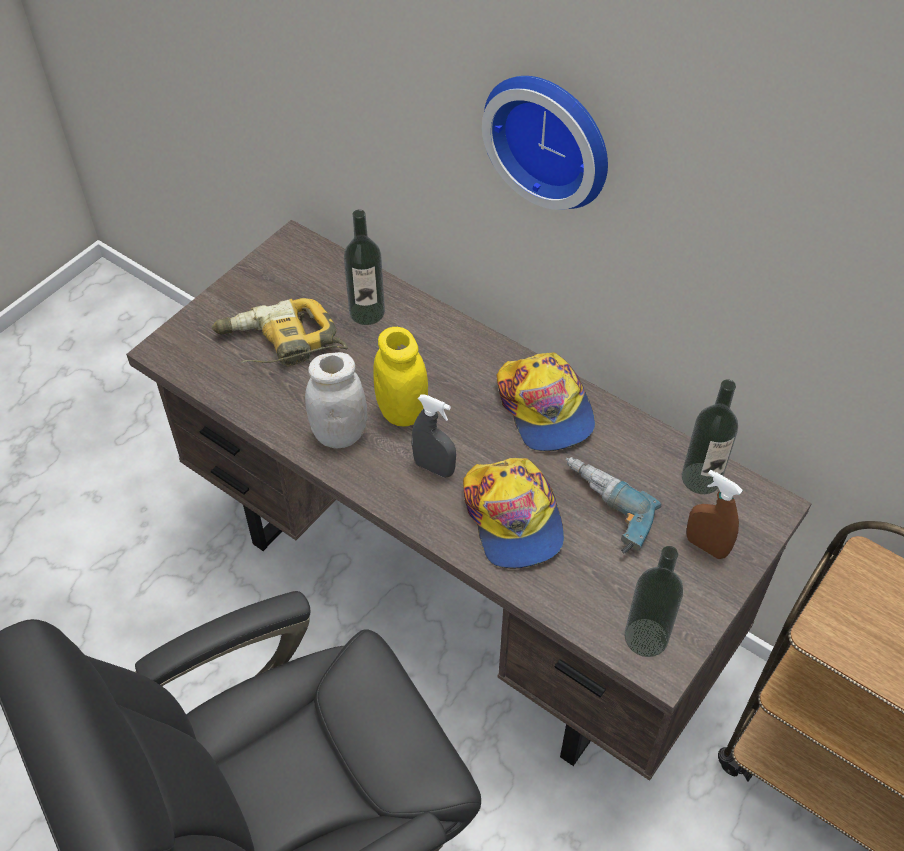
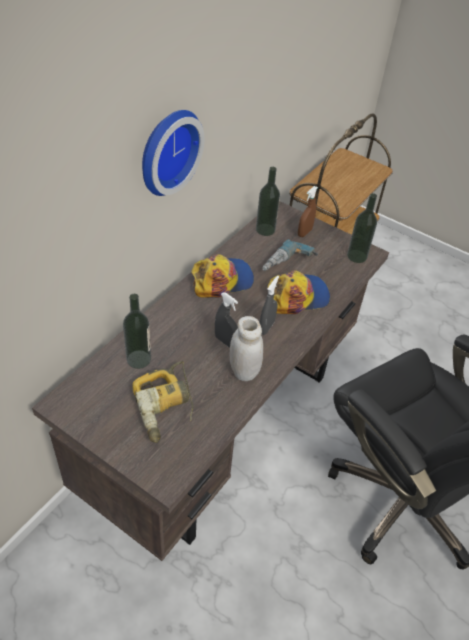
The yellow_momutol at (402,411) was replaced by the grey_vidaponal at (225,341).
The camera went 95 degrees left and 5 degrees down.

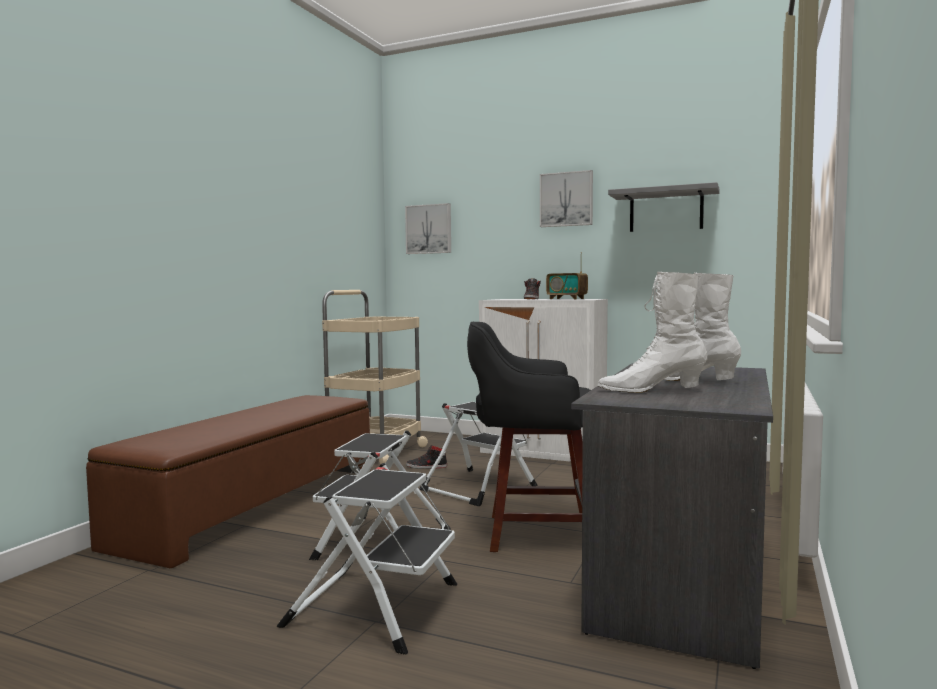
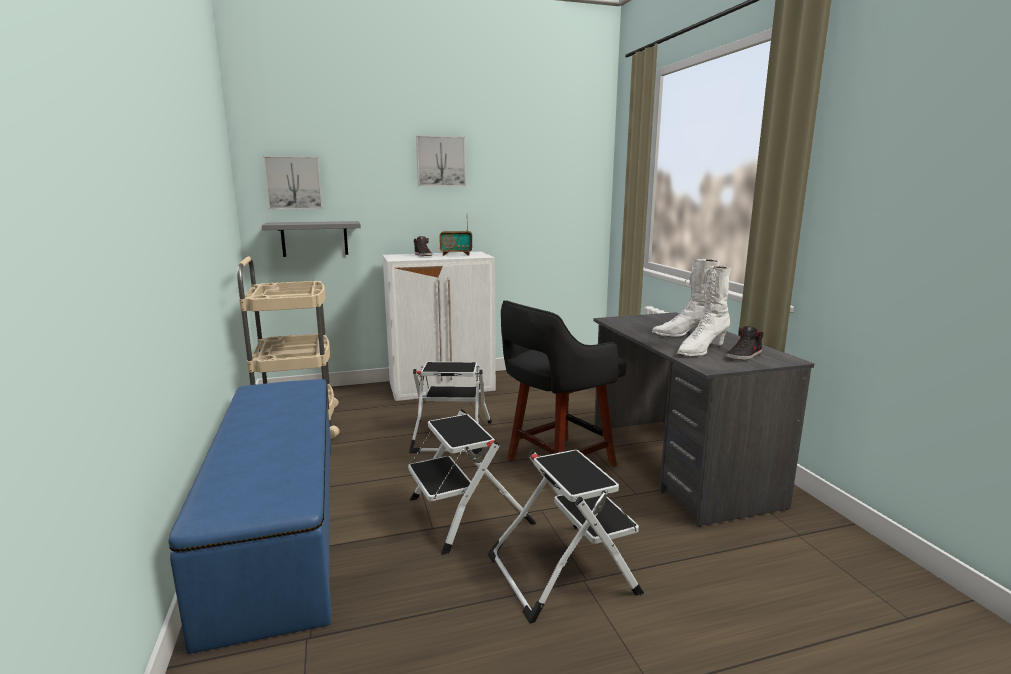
The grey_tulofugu moved from (666,211) to (314,238).
The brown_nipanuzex at (255,503) became the blue_nipanuzex at (278,520).
The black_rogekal moved from (426,467) to (744,356).
The camera went 40 degrees left and 10 degrees up.

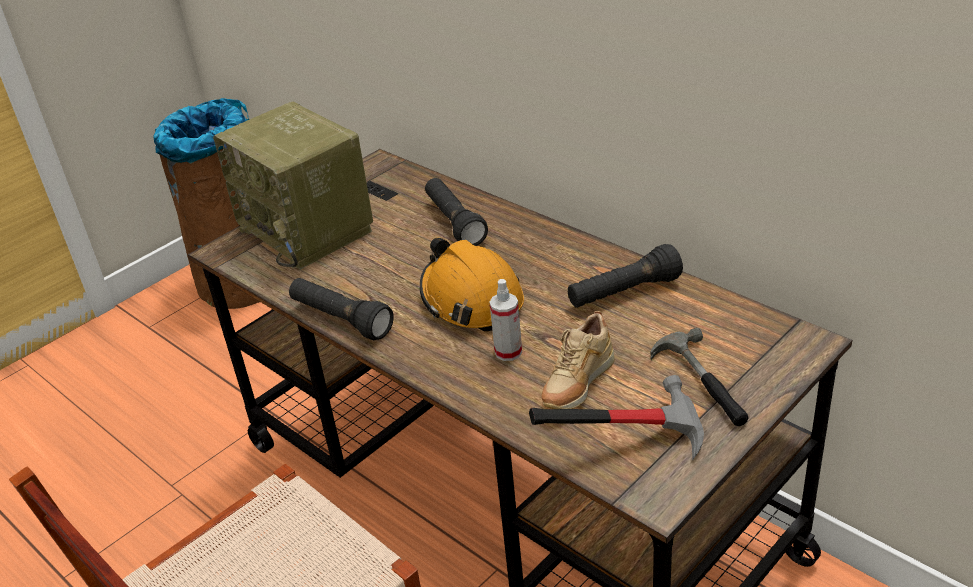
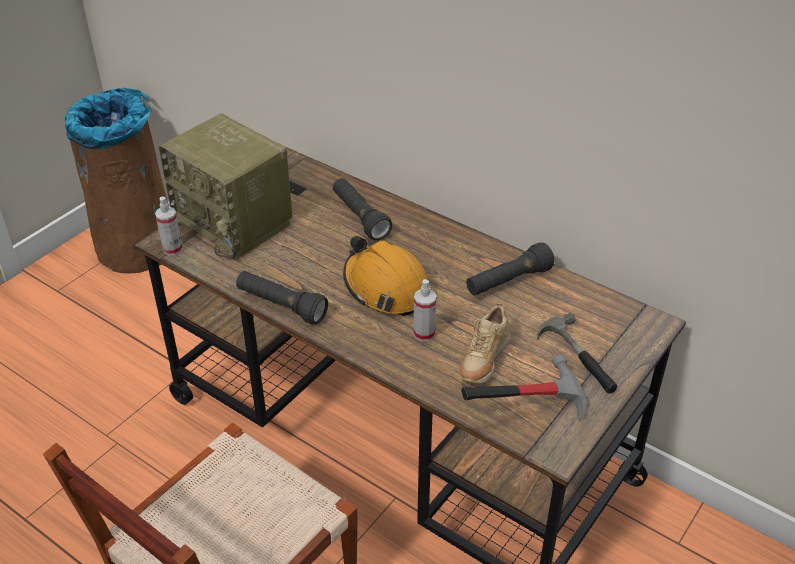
The vidaponal at (172,249) appeared.
The camera went 10 degrees left and 5 degrees up.

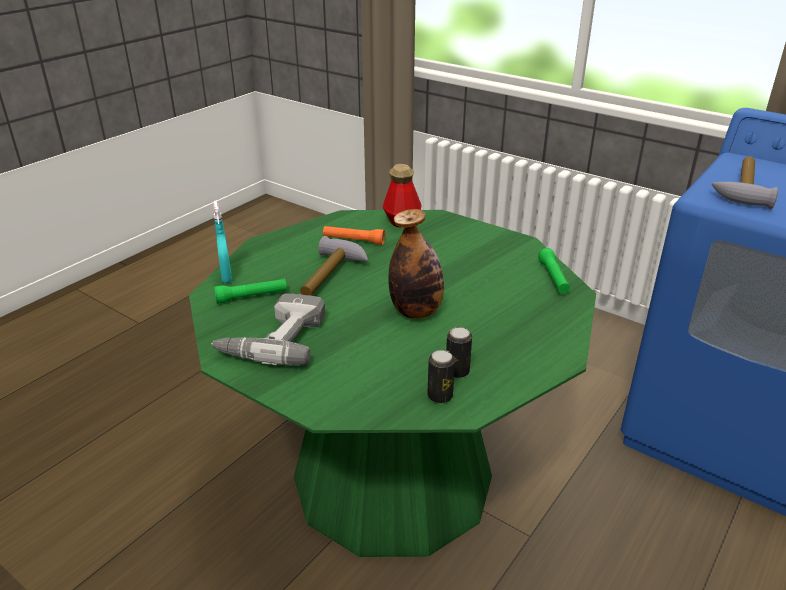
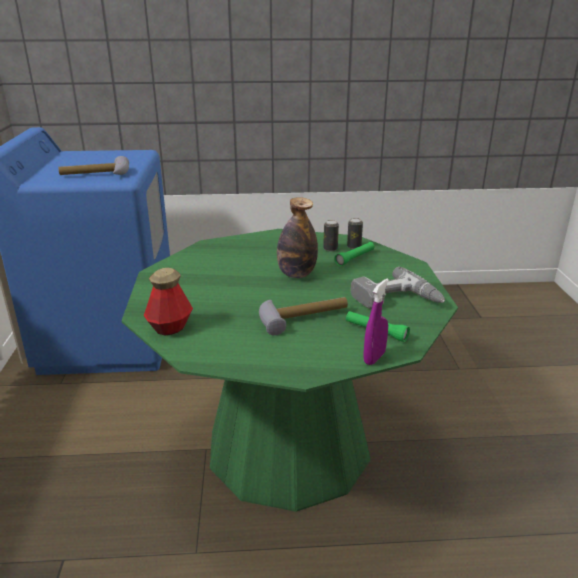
The turquoise_vidaponal at (226,277) became the purple_vidaponal at (374,358).
The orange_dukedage at (353,240) disappeared.
The green_dukedage moved from (553,278) to (355,258).
The camera went 130 degrees left and 5 degrees down.

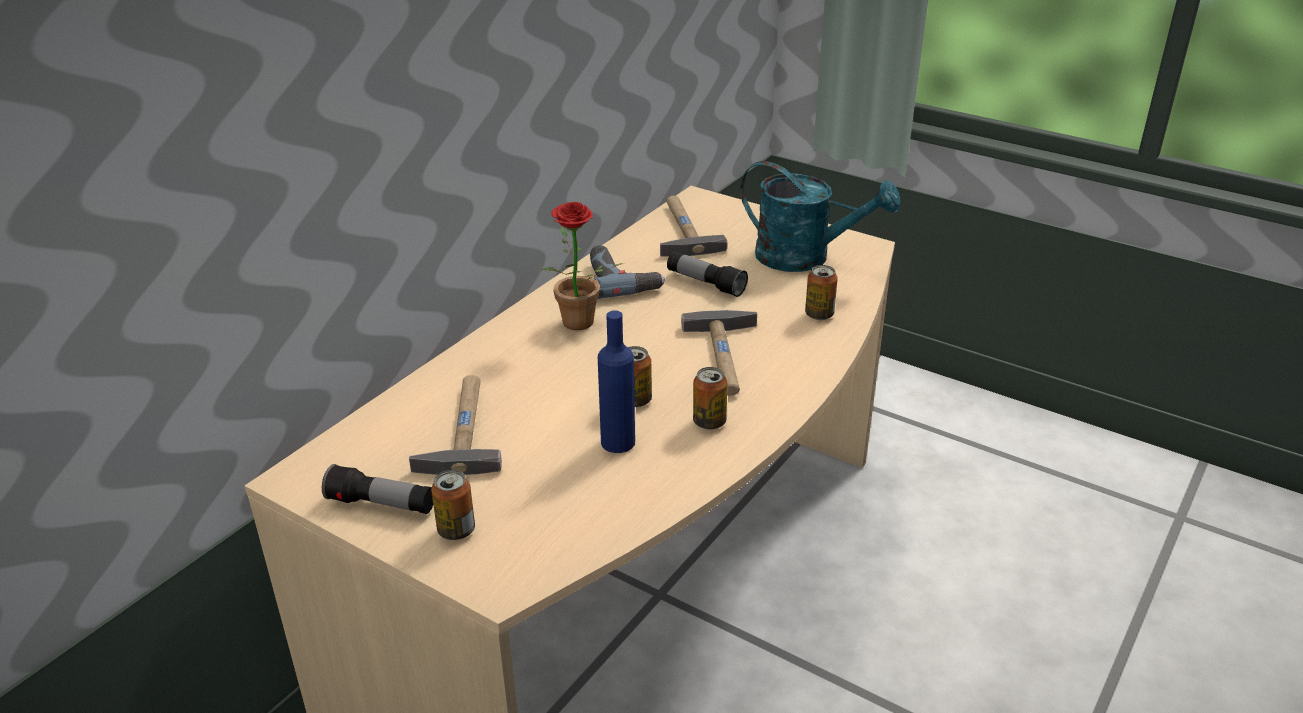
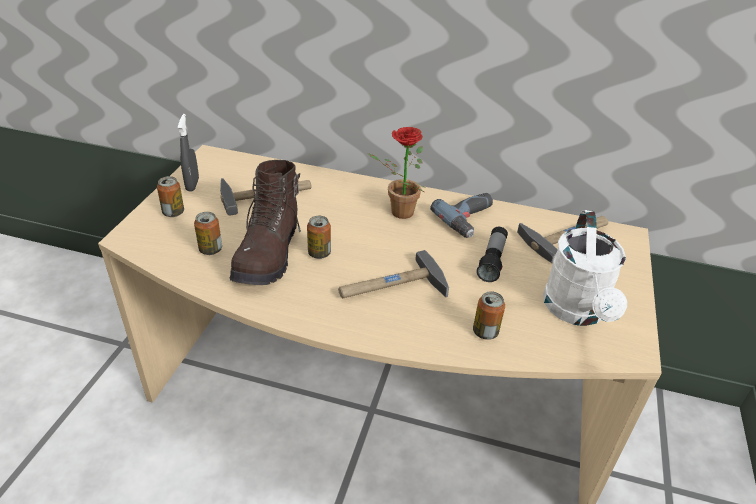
The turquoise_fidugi at (805,258) became the white_fidugi at (577,312).
The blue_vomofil at (618,442) was replaced by the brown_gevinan at (269,254).
The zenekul moved from (709,422) to (210,249).
The dukedage at (381,504) was replaced by the grey_vidaponal at (192,185).
The camera went 70 degrees right and 5 degrees up.

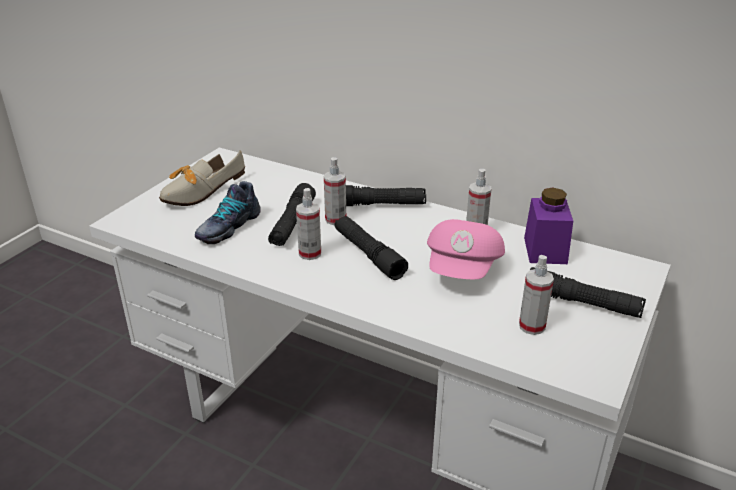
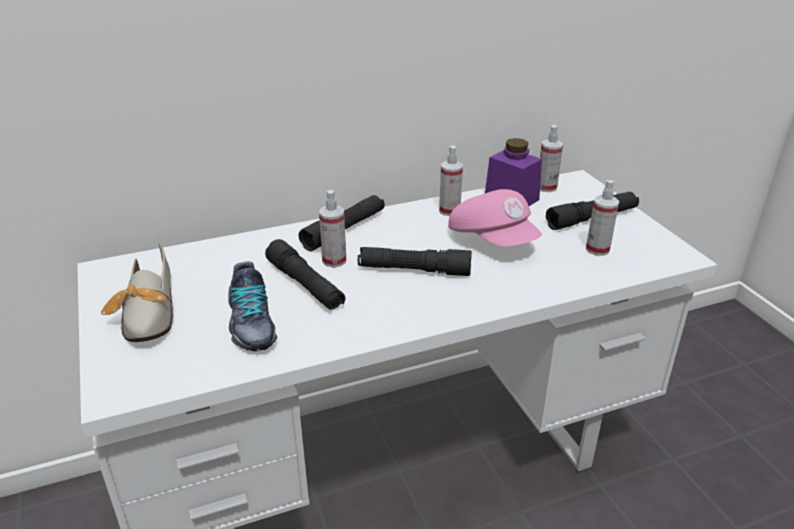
The vidaponal moved from (310,253) to (546,187).
The camera went 50 degrees left and 0 degrees up.

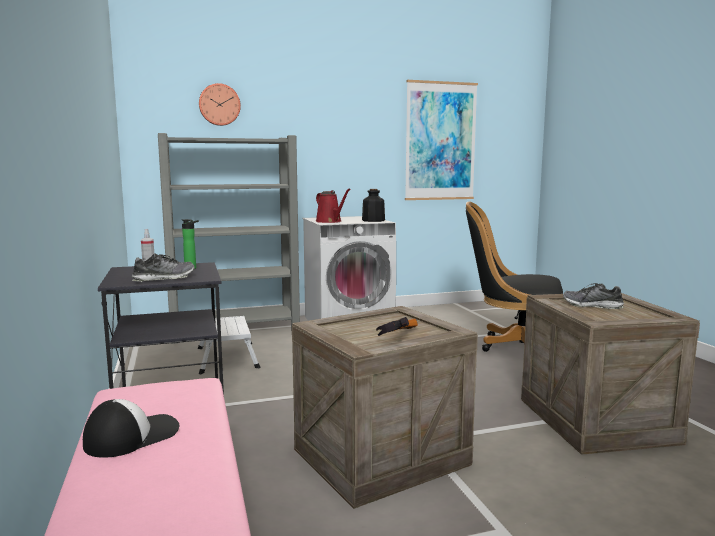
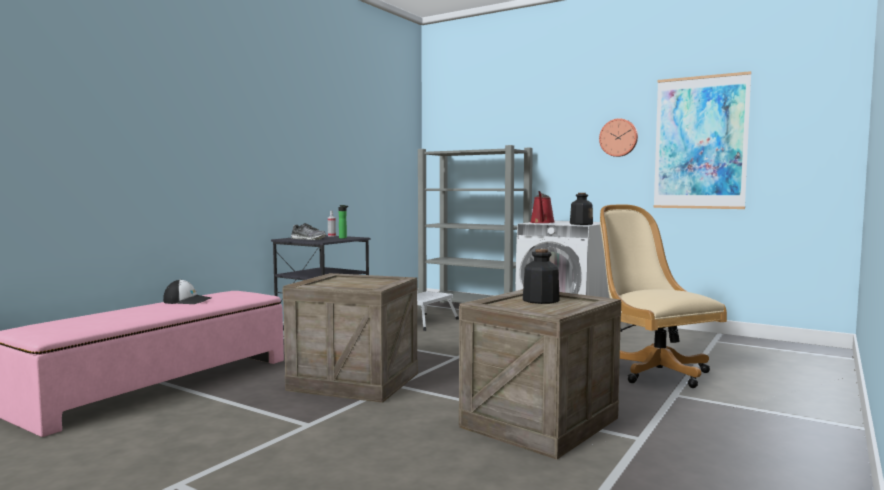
The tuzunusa moved from (219,105) to (618,137).
The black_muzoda at (513,347) became the beige_muzoda at (652,371).
The rogekal at (592,306) was replaced by the vomofil at (540,300).
The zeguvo at (397,337) disappeared.
The camera went 50 degrees right and 5 degrees down.

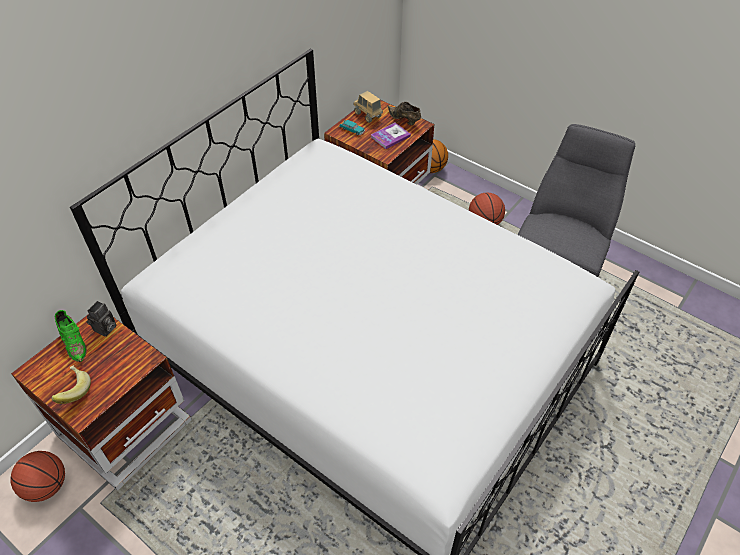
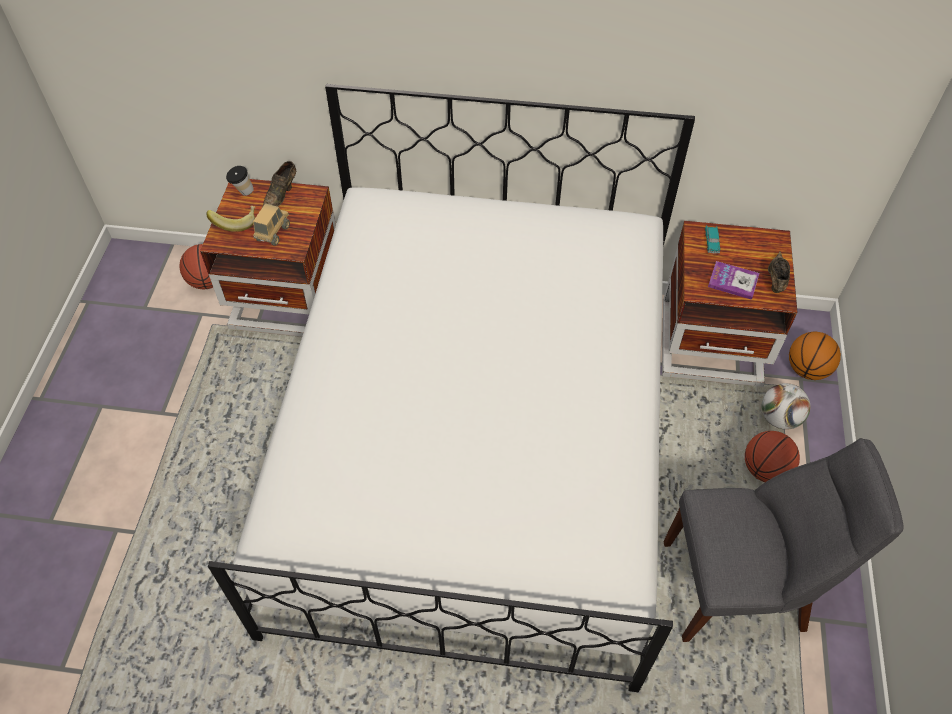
The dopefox moved from (368,115) to (273,234).
The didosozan at (105,329) disappeared.
The green_rogekal at (74,342) became the brown_rogekal at (282,194).
The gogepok at (242,192) appeared.
The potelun at (779,418) appeared.
The camera went 60 degrees right and 5 degrees up.

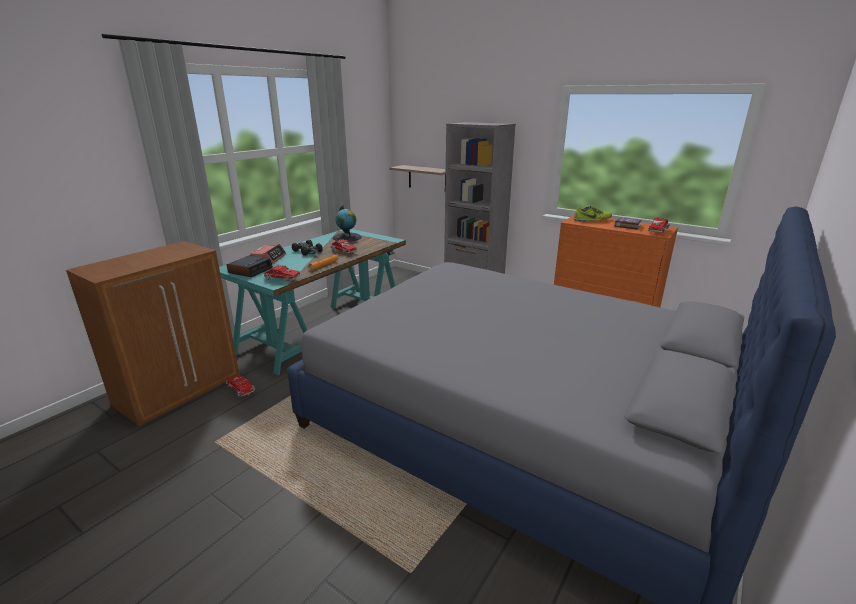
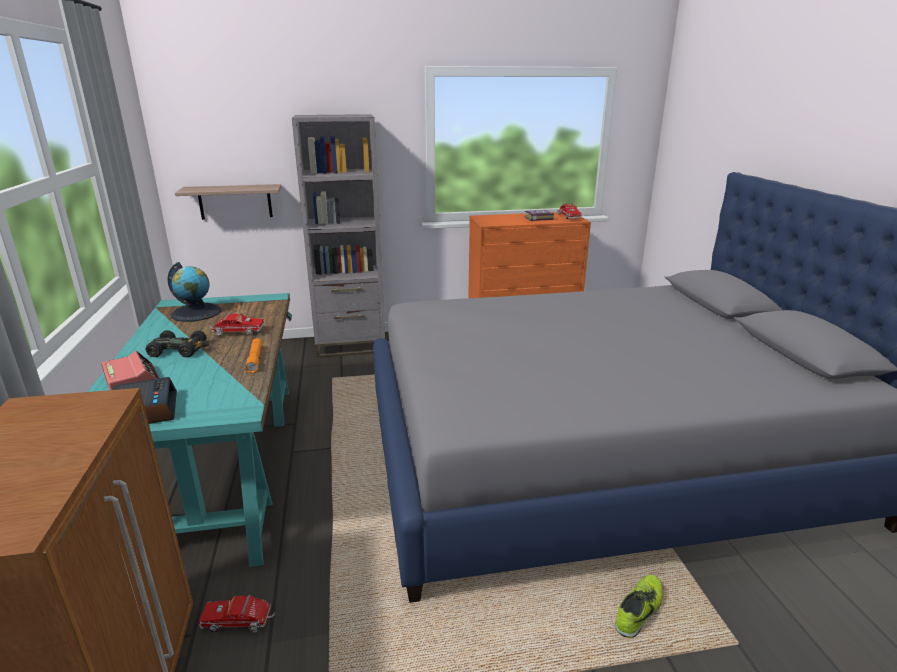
The rogekal moved from (592,220) to (639,610).
The dopefox at (280,279) disappeared.
The camera went 45 degrees left and 0 degrees up.

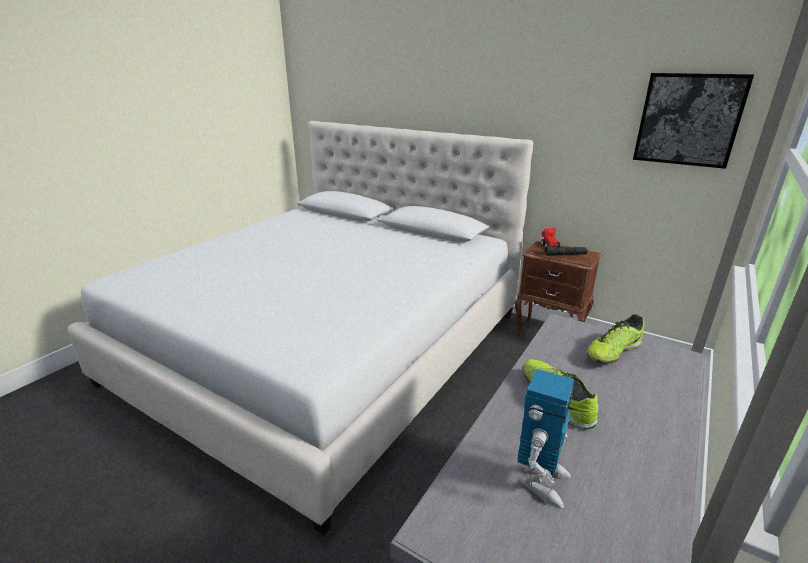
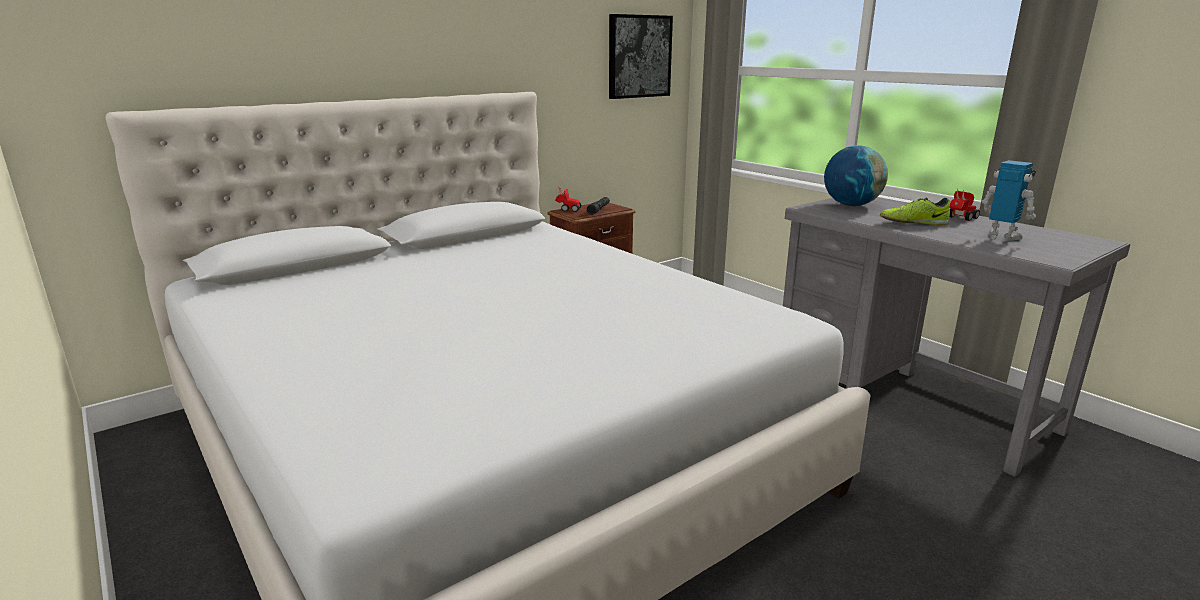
The rogekal at (613,352) was replaced by the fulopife at (851,205).
The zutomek at (960,218) appeared.
The camera went 70 degrees left and 5 degrees down.

